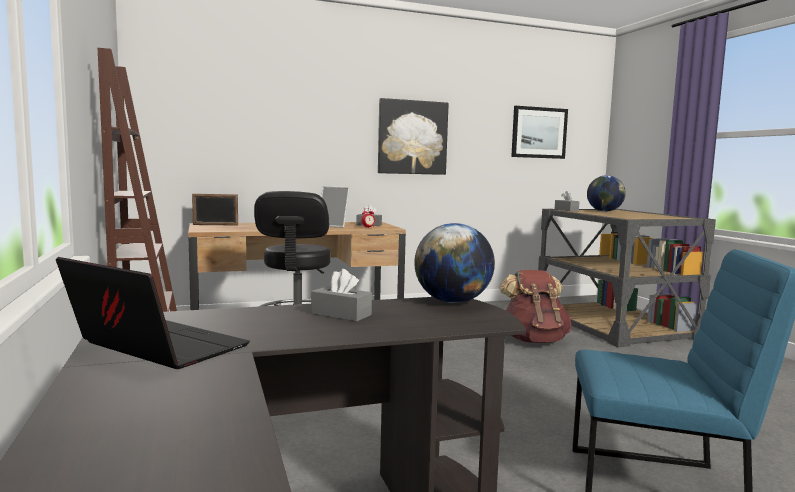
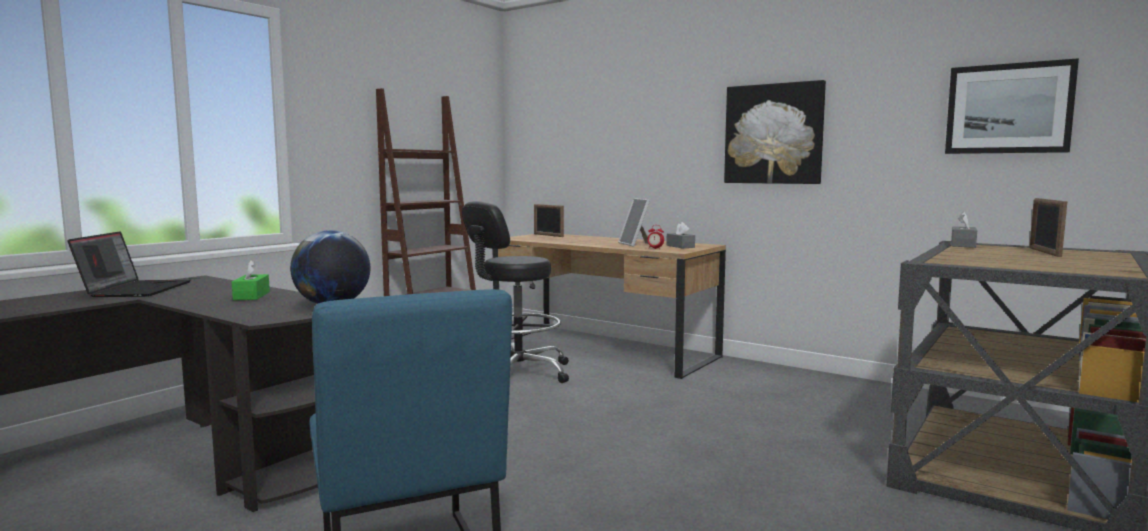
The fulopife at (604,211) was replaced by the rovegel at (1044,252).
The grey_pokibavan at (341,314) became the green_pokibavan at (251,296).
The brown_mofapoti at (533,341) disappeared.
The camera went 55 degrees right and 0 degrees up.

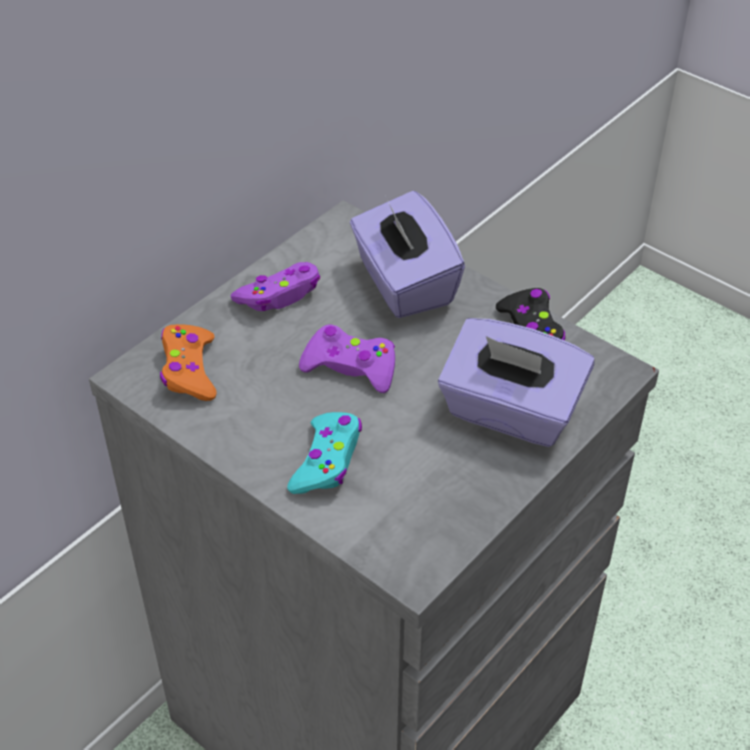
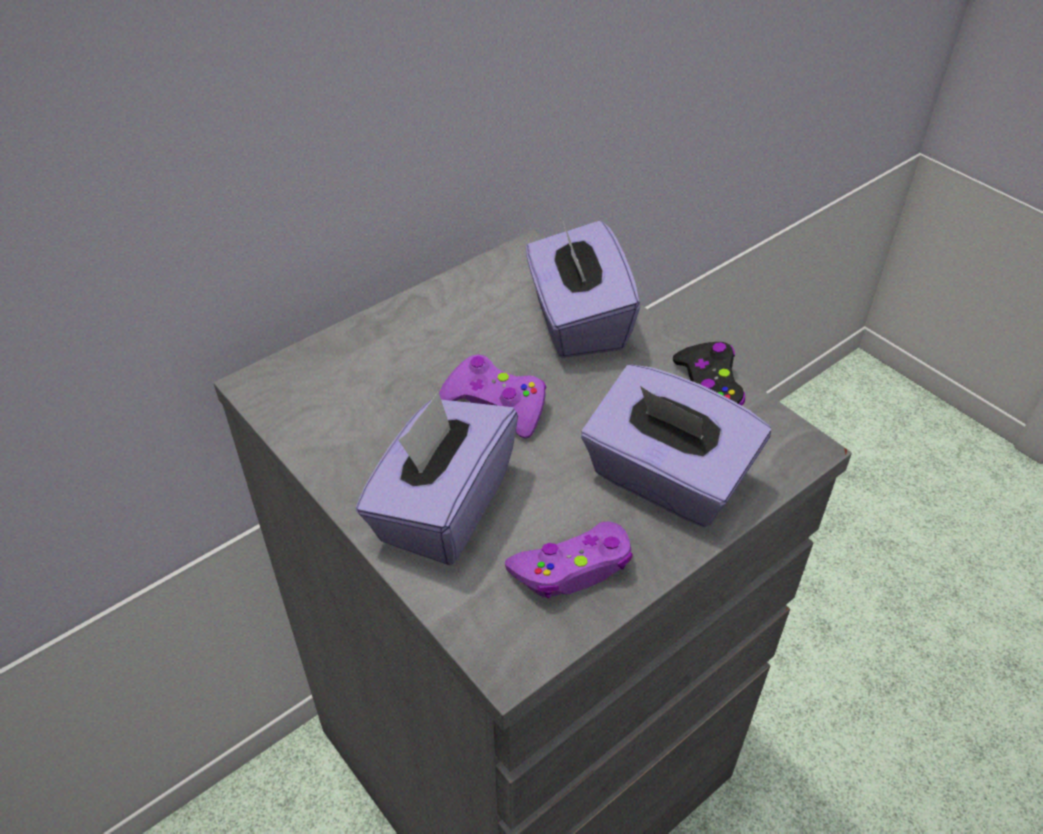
The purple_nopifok moved from (280,295) to (573,569).
The orange_nopifok at (189,370) disappeared.
The turquoise_nopifok at (327,461) was replaced by the purple_pokibavan at (442,508).
The camera went 10 degrees right and 0 degrees up.

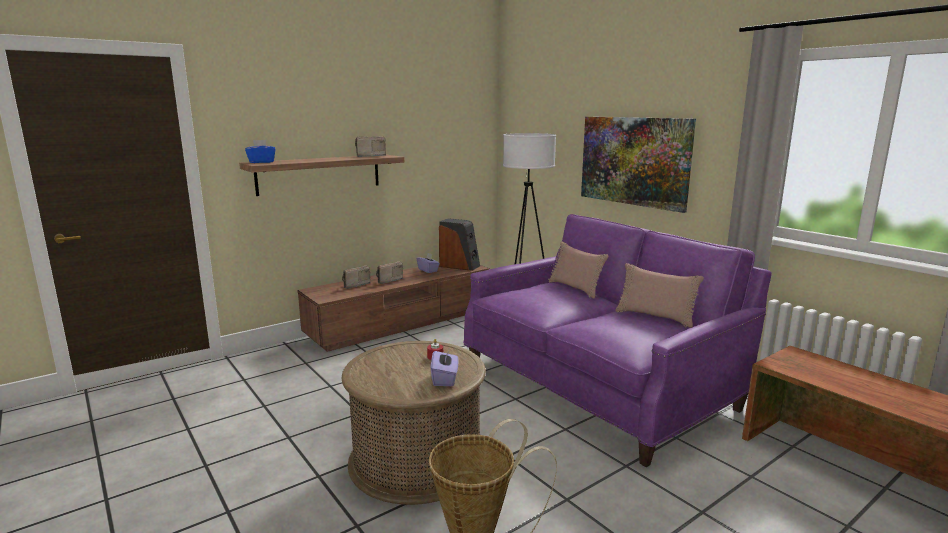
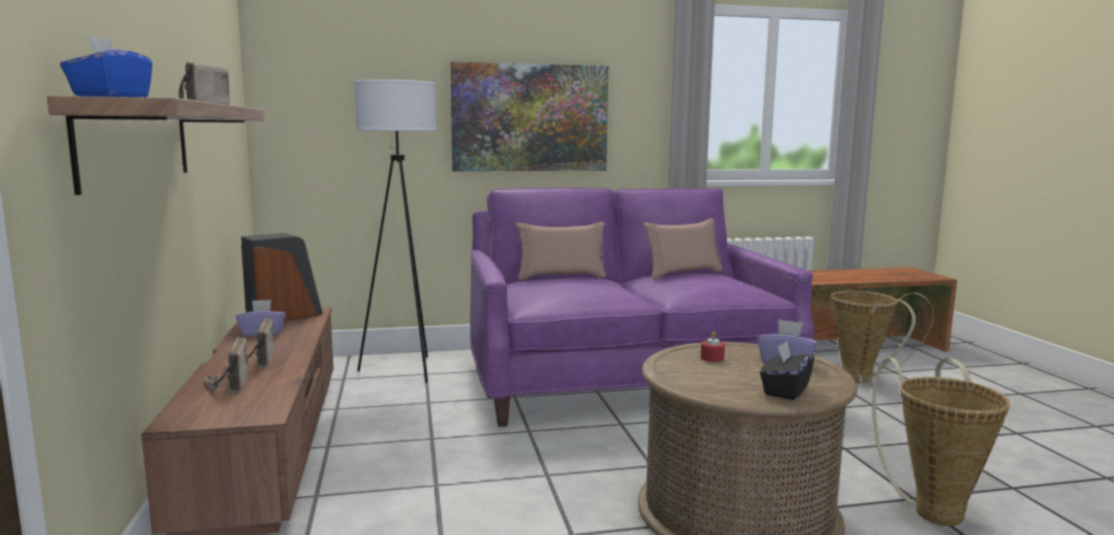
The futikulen at (863,380) appeared.
The black_pokibavan at (785,390) appeared.
The camera went 65 degrees left and 5 degrees down.

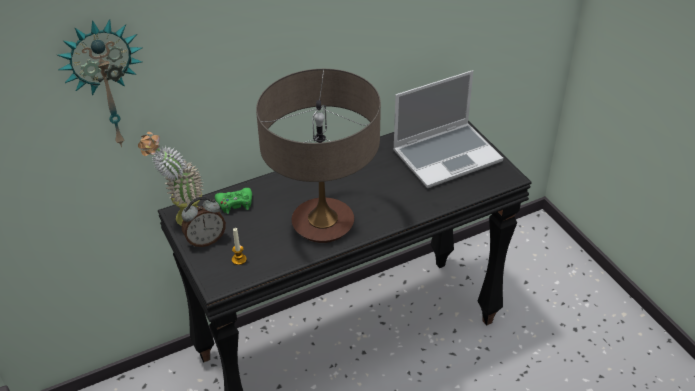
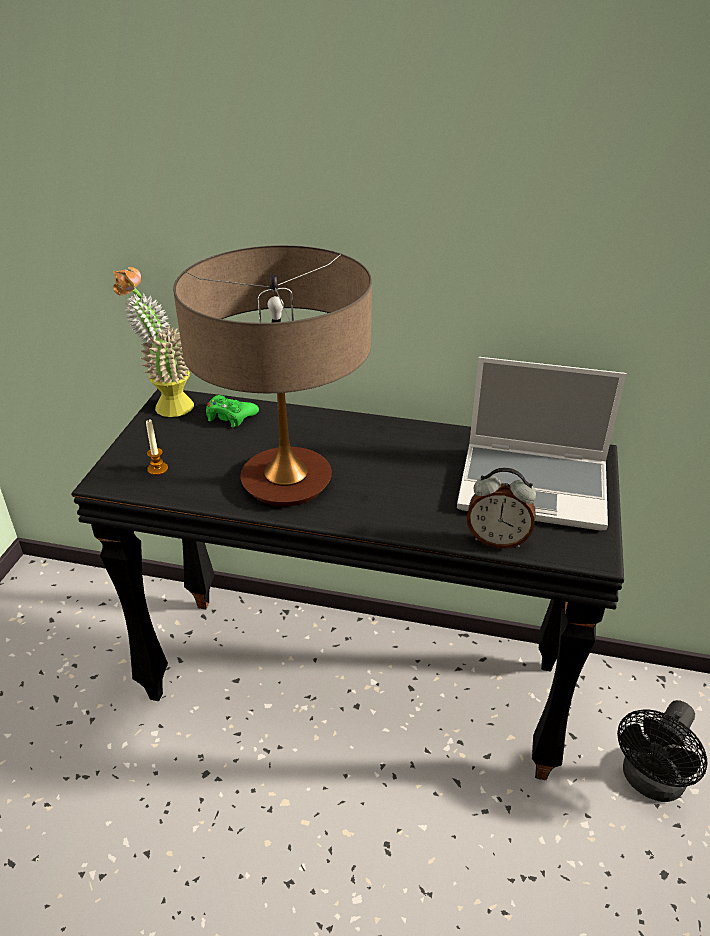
The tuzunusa at (105,83) disappeared.
The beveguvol moved from (205,240) to (497,539).
The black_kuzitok at (650,782) appeared.
The camera went 40 degrees right and 5 degrees down.

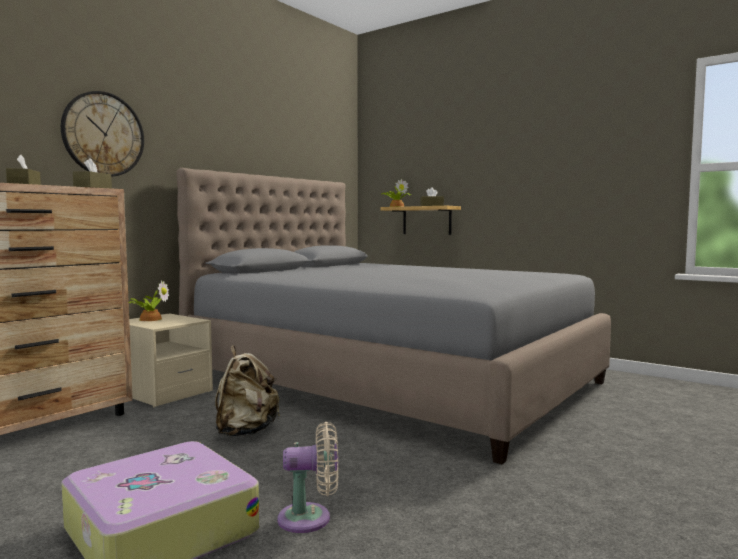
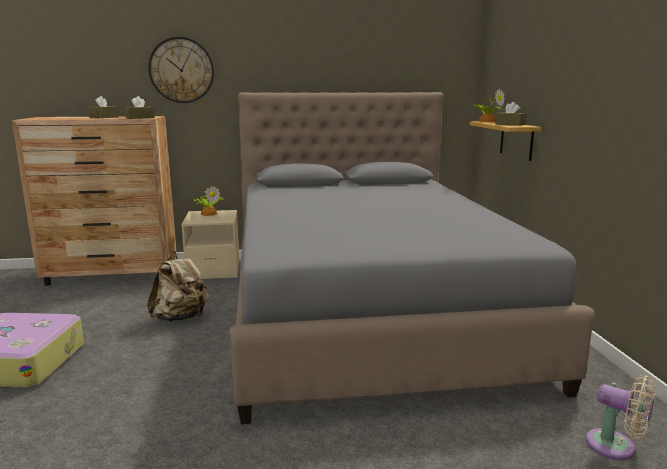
The beige_kuzitok moved from (310,518) to (616,447).
The camera went 45 degrees right and 10 degrees up.

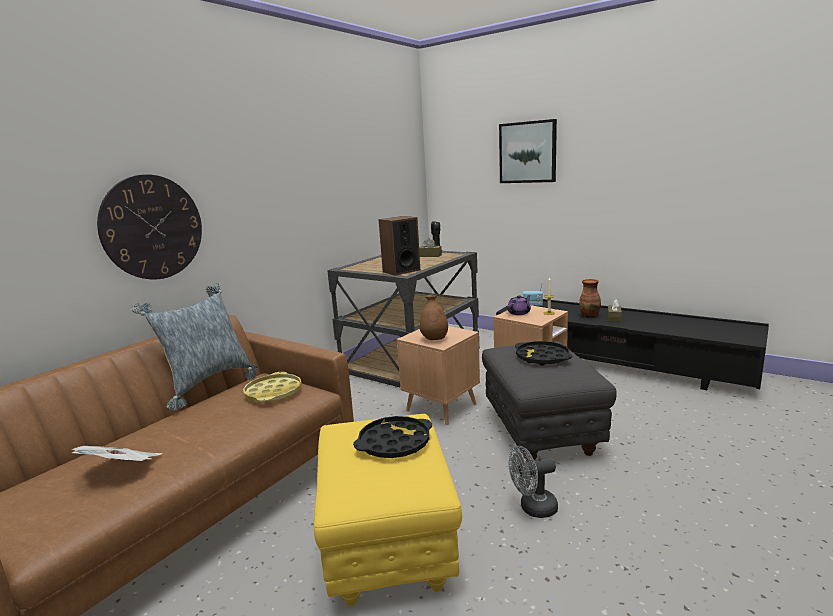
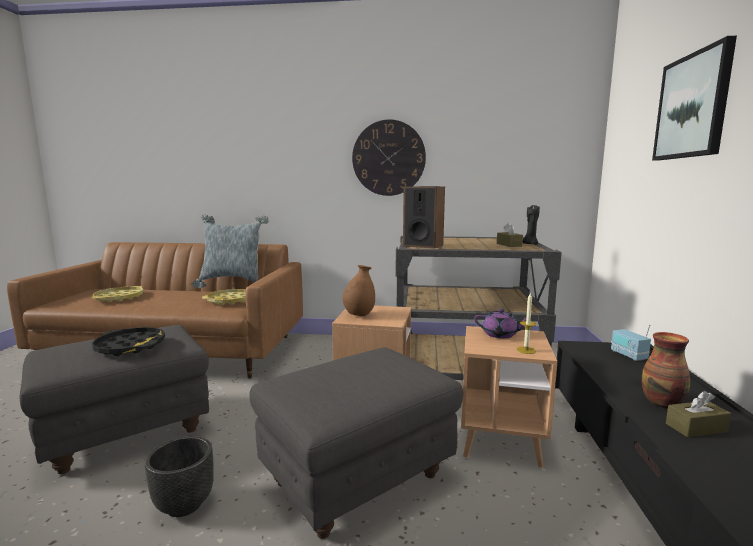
The tuzunusa moved from (152,227) to (388,158).
The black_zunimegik at (542,357) disappeared.
The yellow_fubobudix at (389,547) became the grey_fubobudix at (126,434).
The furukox at (123,470) was replaced by the yellow_zunimegik at (119,298).
The grey_kuzitok at (533,508) was replaced by the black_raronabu at (184,506).
The camera went 60 degrees right and 5 degrees down.

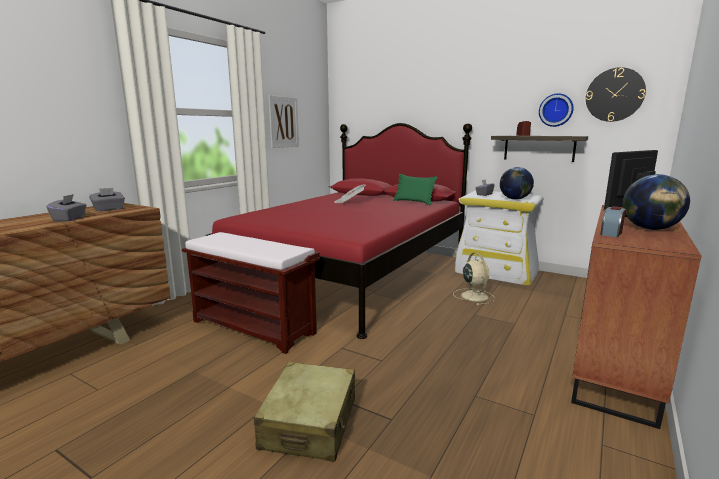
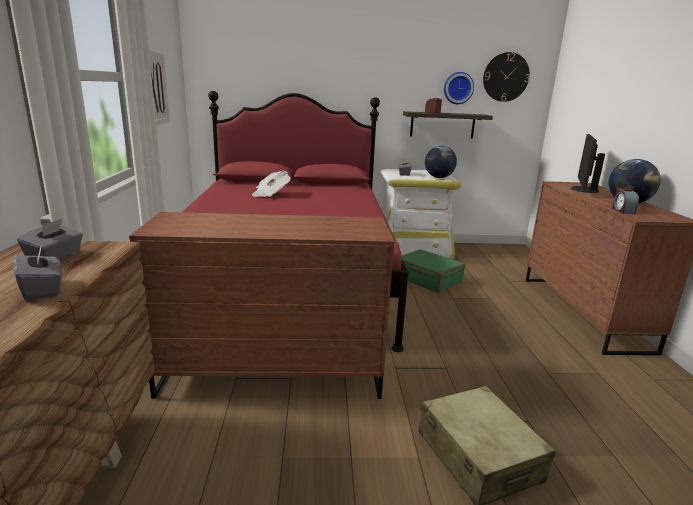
The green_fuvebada at (414,202) disappeared.
The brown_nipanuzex at (254,327) was replaced by the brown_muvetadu at (272,375).
The beige_kuzitok at (473,296) was replaced by the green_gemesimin at (428,279).
The camera went 35 degrees left and 5 degrees up.

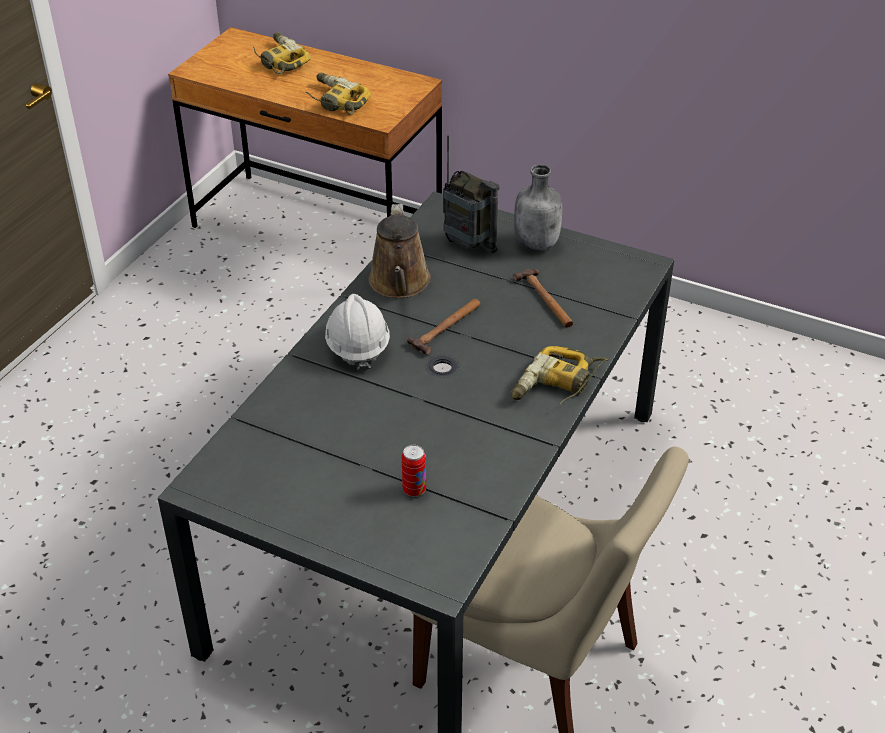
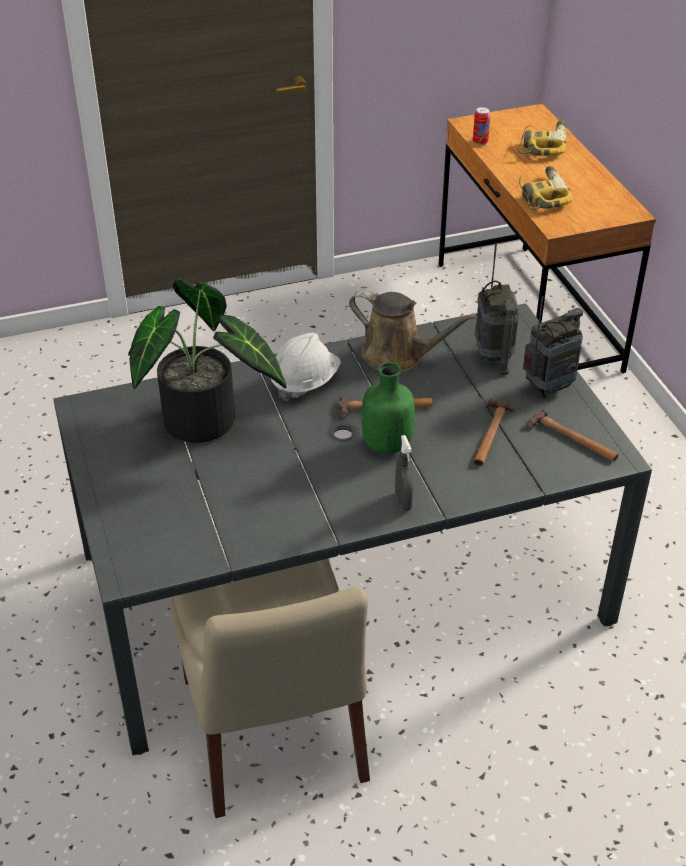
The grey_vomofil at (537,243) was replaced by the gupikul at (549,388).
The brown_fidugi at (399,284) turned 105 degrees counterclockwise.
The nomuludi at (557,386) was replaced by the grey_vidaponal at (403,501).
The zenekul moved from (414,490) to (480,142).
The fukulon at (204,426) appeared.
The green_vomofil at (386,444) appeared.
The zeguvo at (573,439) appeared.
The camera went 45 degrees right and 0 degrees up.

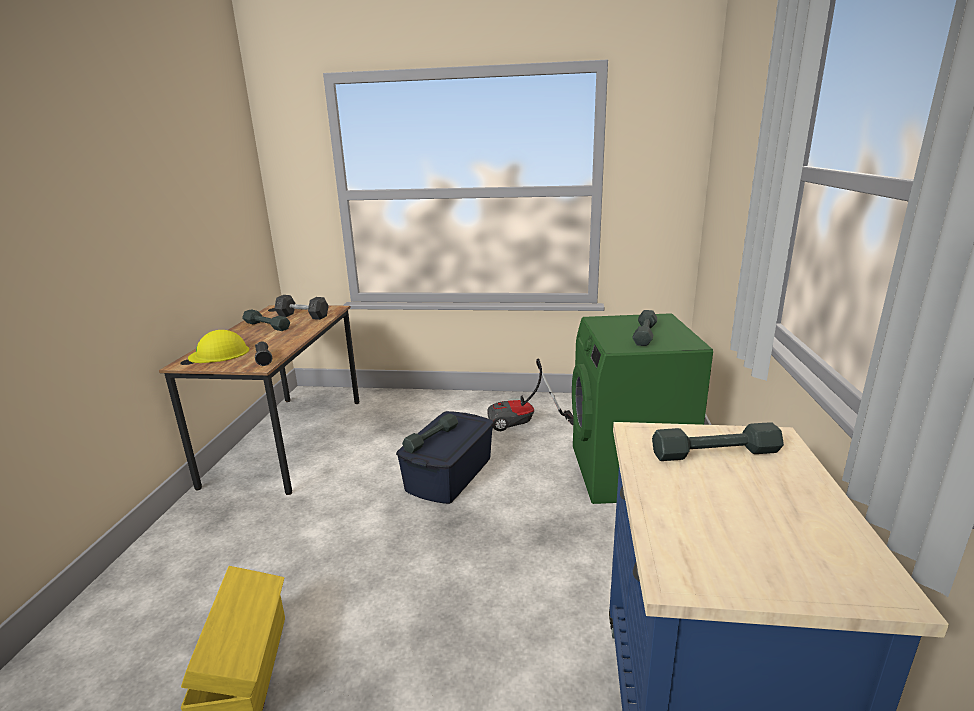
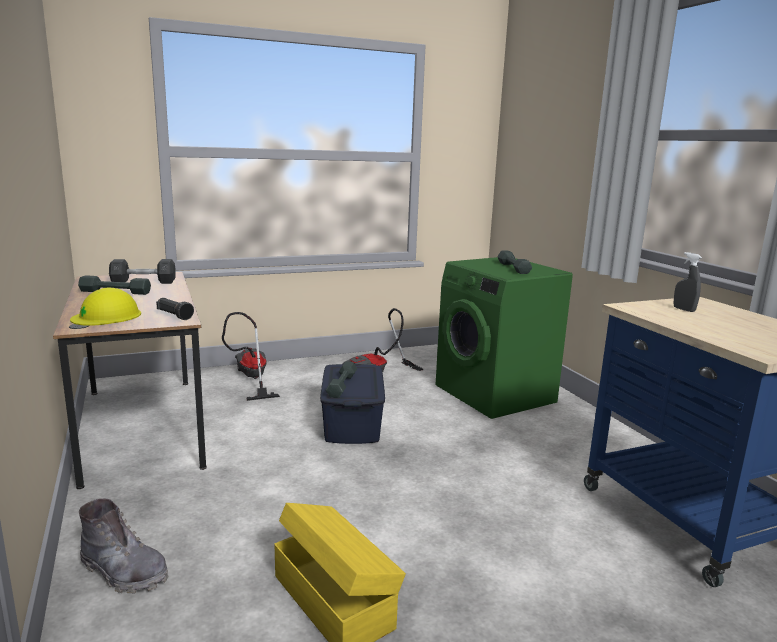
The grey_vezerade at (715,452) was replaced by the grey_vidaponal at (684,309).
The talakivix at (251,379) appeared.
The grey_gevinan at (124,572) appeared.
The camera went 30 degrees left and 5 degrees down.

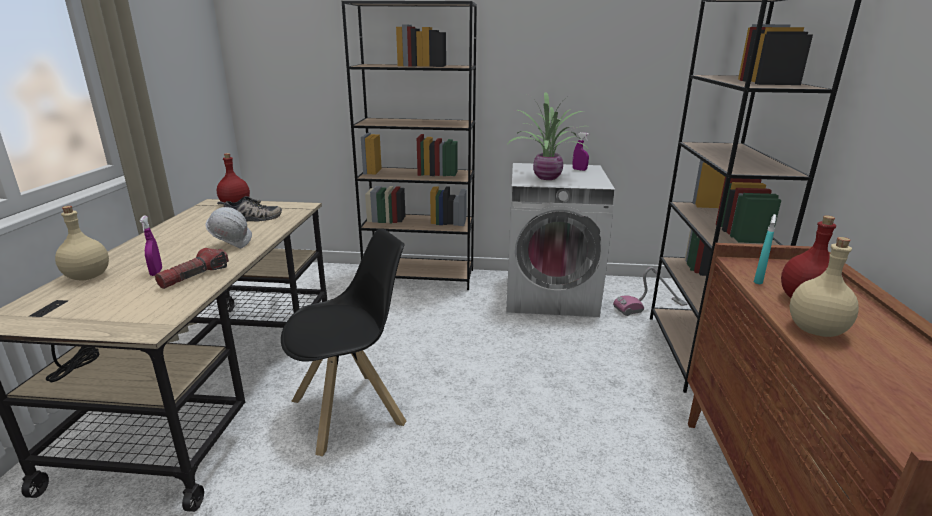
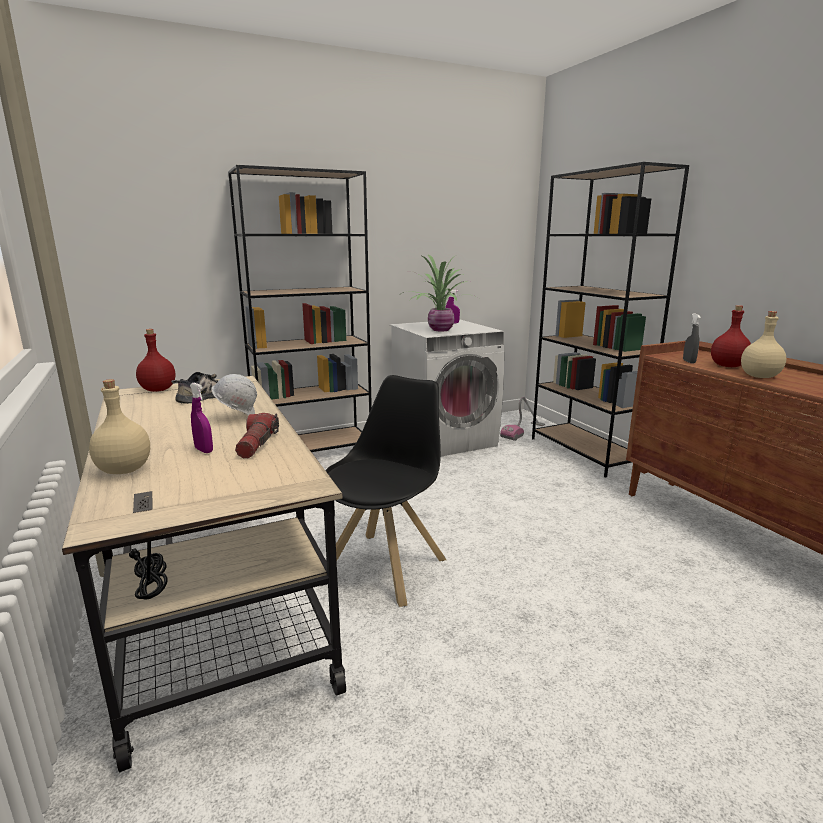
The turquoise_vidaponal at (758,280) became the grey_vidaponal at (689,361).
The camera went 30 degrees left and 5 degrees down.

